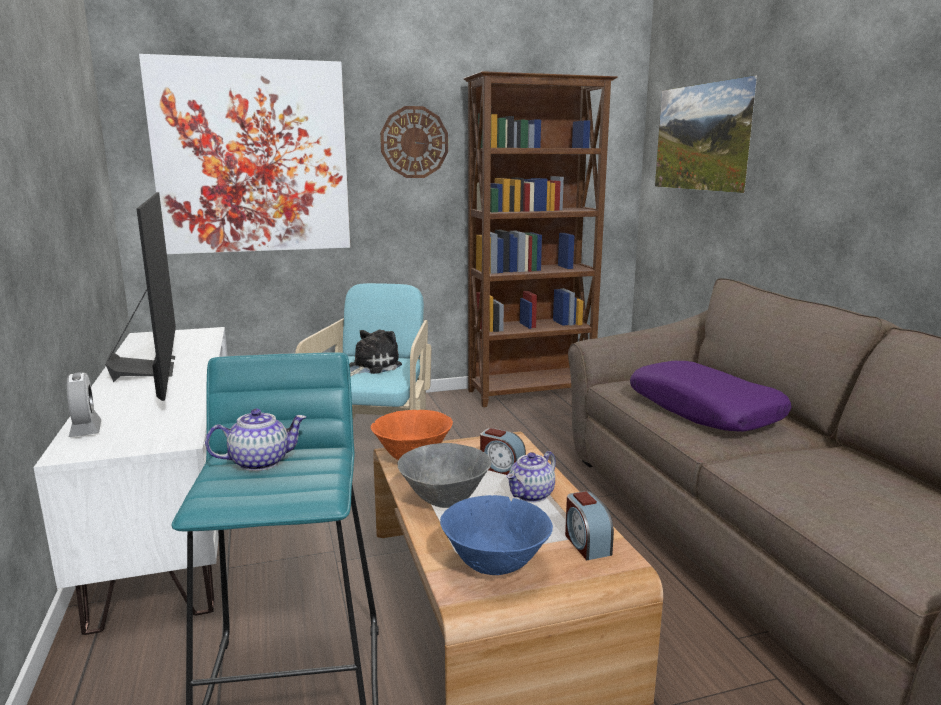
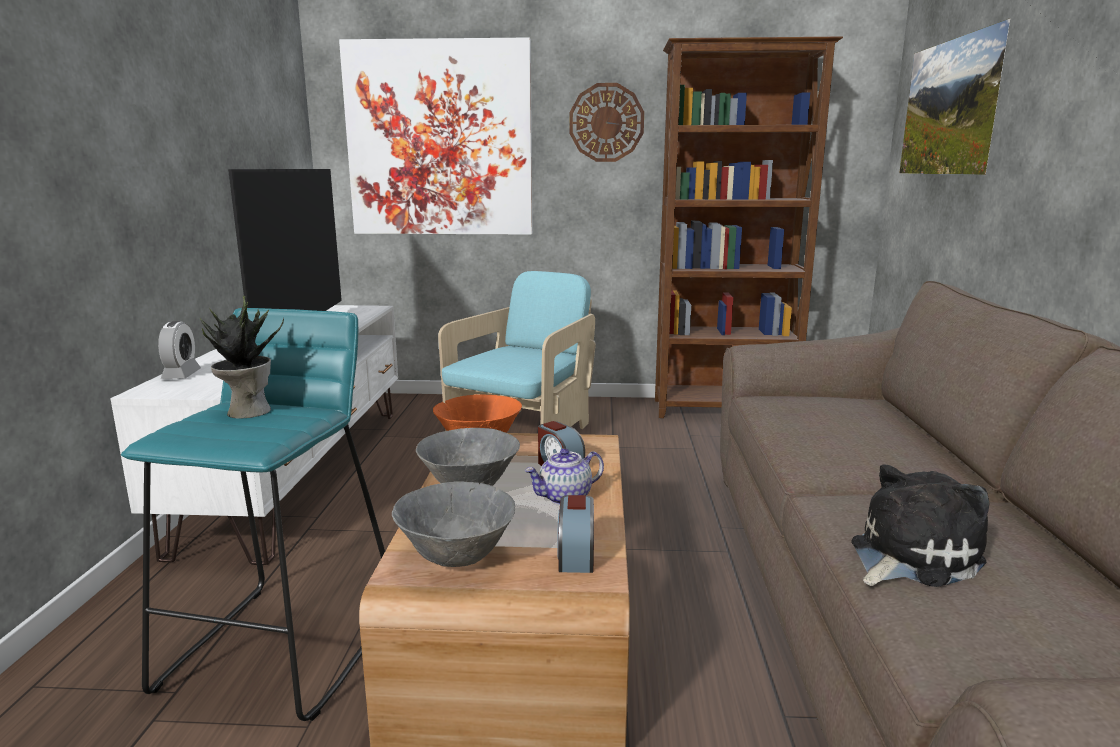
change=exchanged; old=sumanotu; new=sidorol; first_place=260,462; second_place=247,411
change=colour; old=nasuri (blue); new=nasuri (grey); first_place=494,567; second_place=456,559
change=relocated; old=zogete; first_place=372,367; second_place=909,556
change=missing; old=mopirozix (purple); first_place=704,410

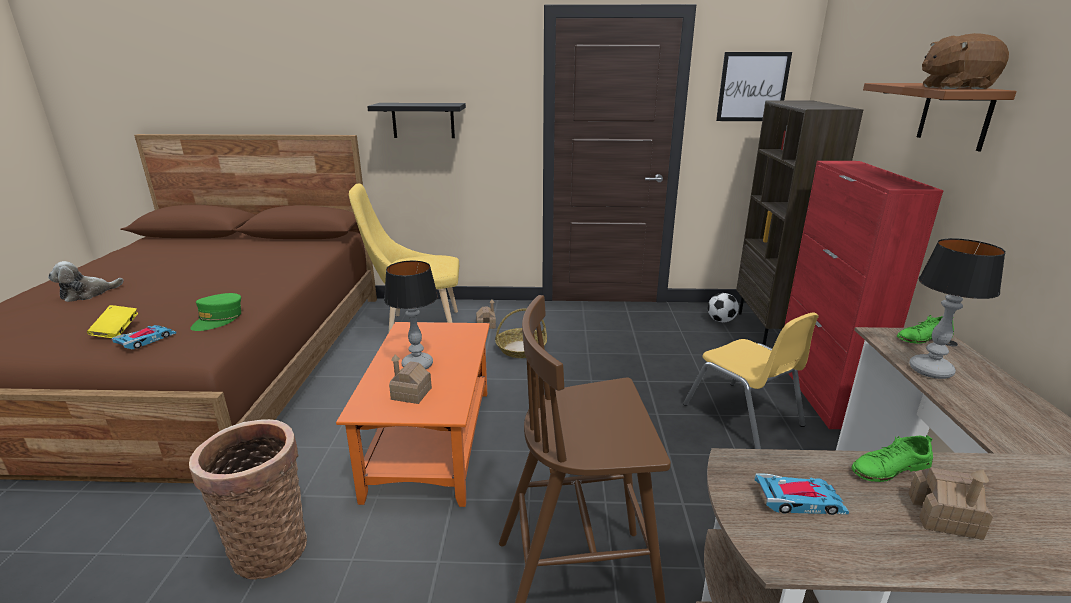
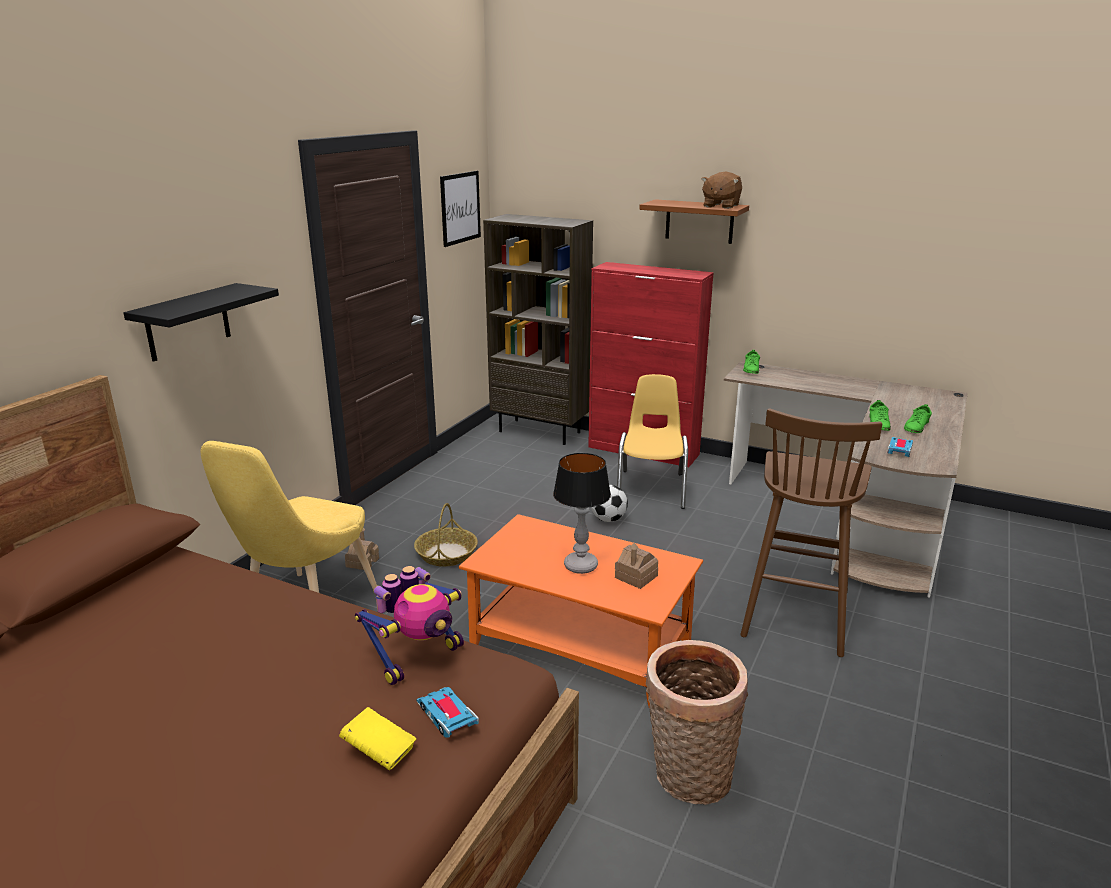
change=exchanged; old=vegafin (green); new=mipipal; first_place=218,319; second_place=418,658
change=relocated; old=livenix; first_place=721,321; second_place=608,519
change=spun; old=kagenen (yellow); first_place=743,415; second_place=651,489; degrees=-75
change=exchanged; old=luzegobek; new=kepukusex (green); first_place=944,516; second_place=916,427
change=missing; old=zogete; first_place=87,294
change=missing; old=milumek; first_place=930,370

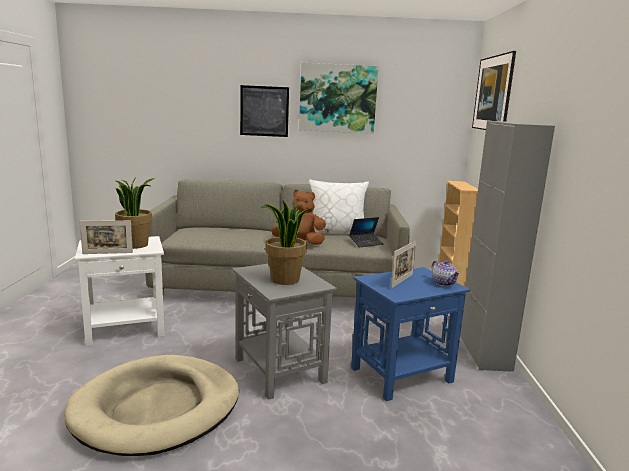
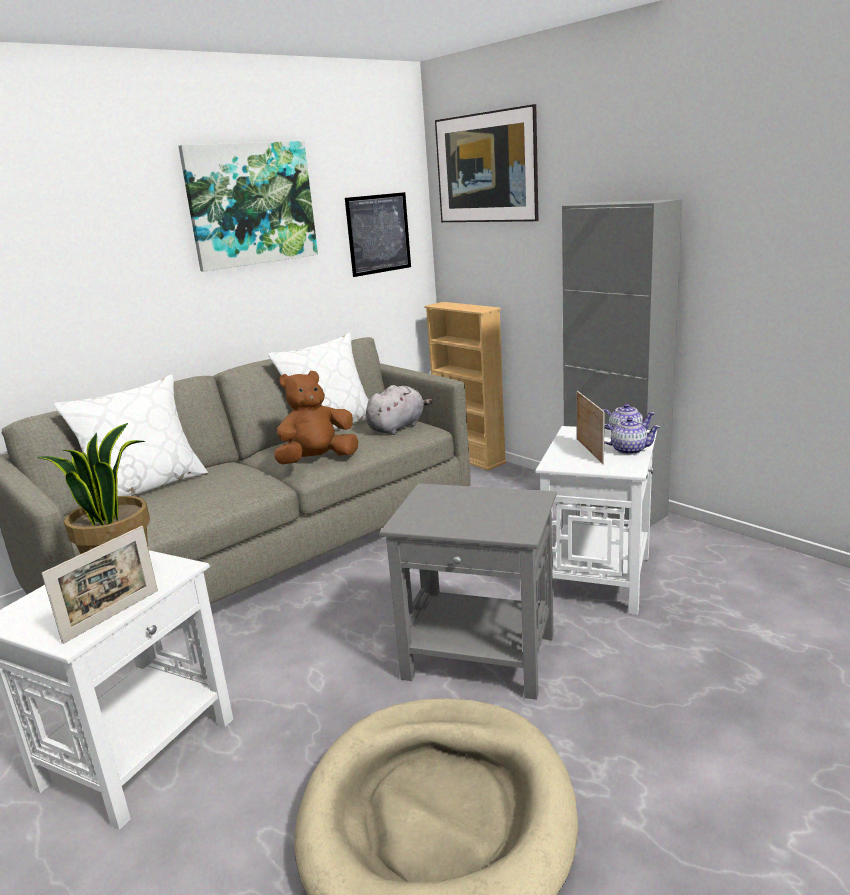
change=appeared; new=mopirozix (white); second_place=146,488
change=relocated; old=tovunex; first_place=264,111; second_place=378,234
change=exchanged; old=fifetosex; new=zogete (grey); first_place=366,243; second_place=398,427
change=colour; old=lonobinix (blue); new=lonobinix (white); first_place=402,374; second_place=598,577
change=appeared; new=sumanotu; second_place=628,450
change=missing; old=sidorol; first_place=285,280

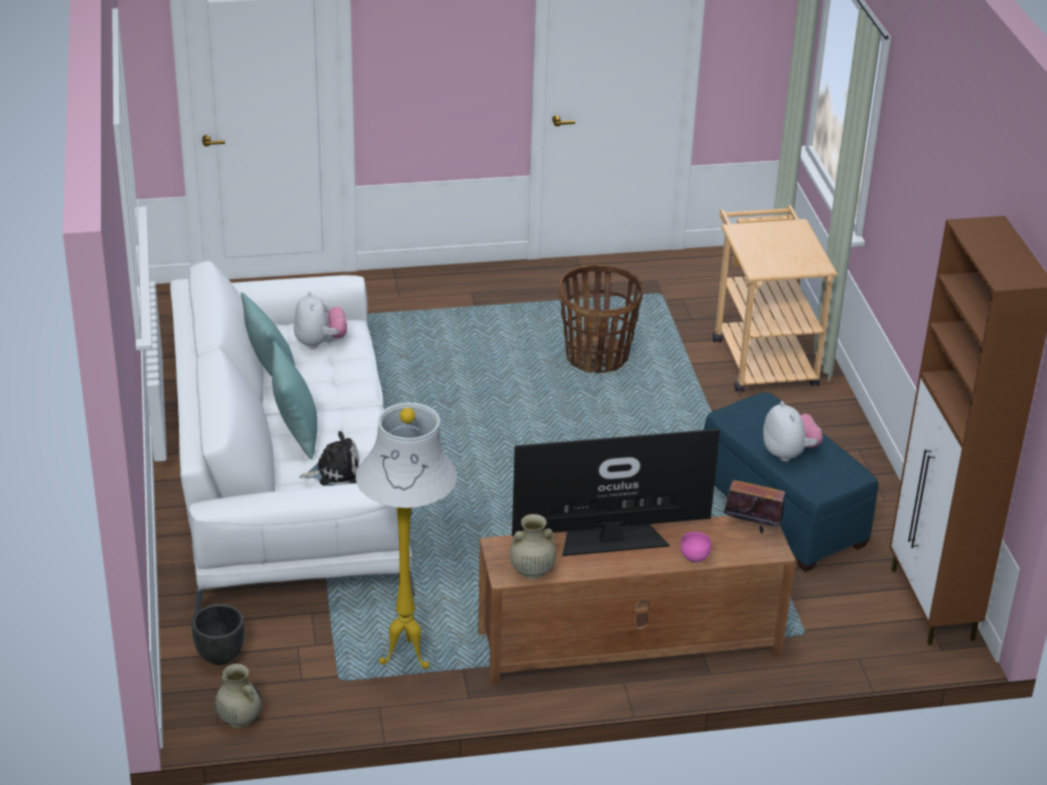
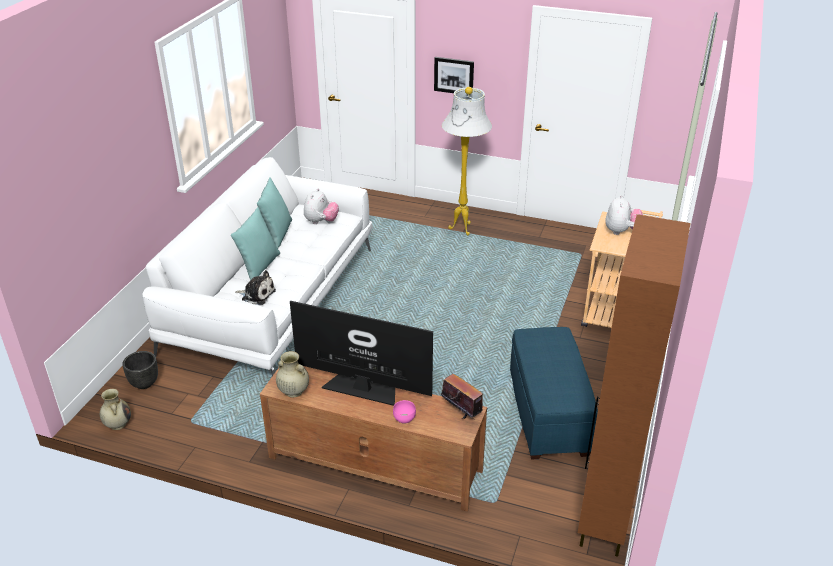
change=appeared; new=tovunex; second_place=454,75
change=relocated; old=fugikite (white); first_place=408,657; second_place=463,229
change=relocated; old=zogete; first_place=789,453; second_place=621,231
change=missing; old=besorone; first_place=597,357

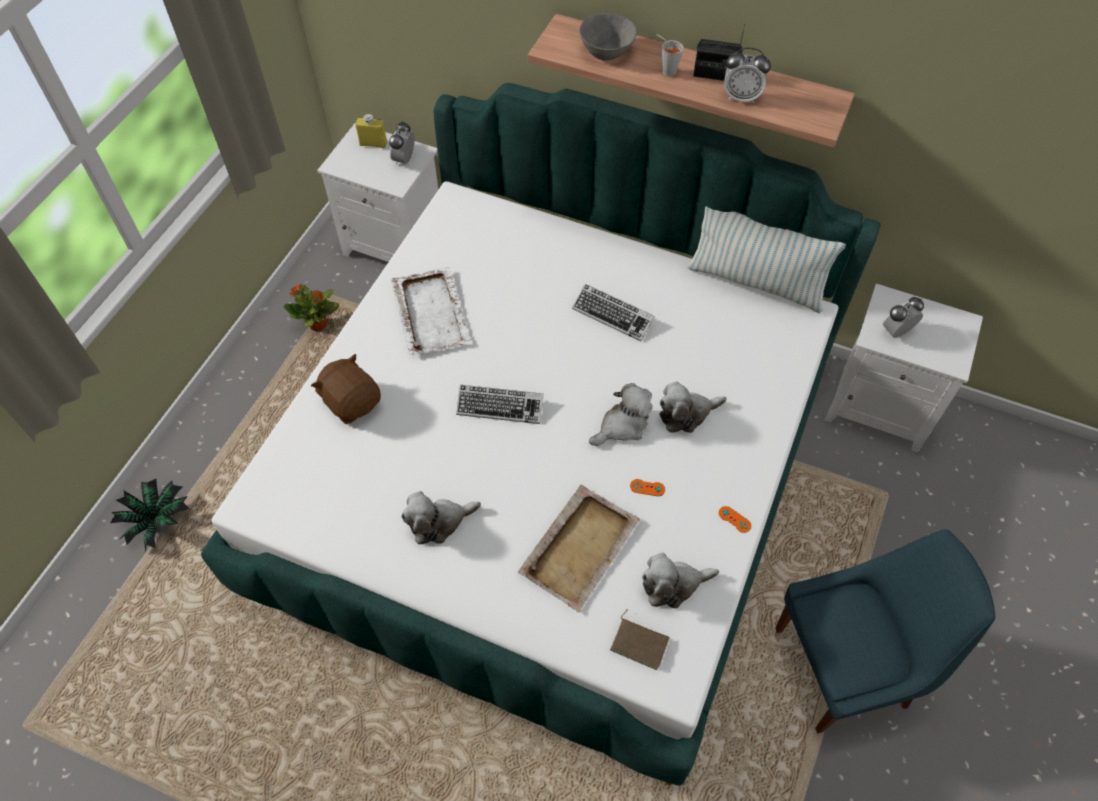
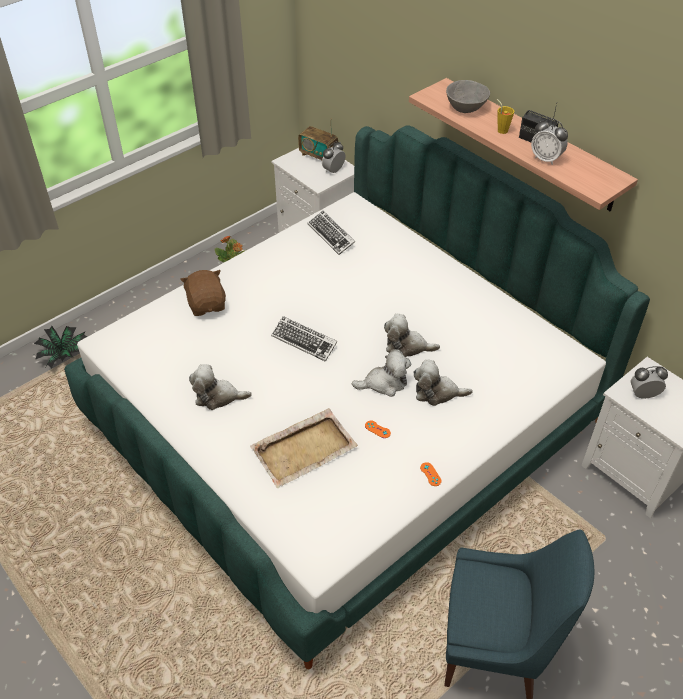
change=exchanged; old=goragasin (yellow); new=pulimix; first_place=373,144; second_place=318,155
change=relocated; old=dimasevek; first_place=612,315; second_place=331,235
change=relocated; old=zogete; first_place=673,585; second_place=407,346
change=colour; old=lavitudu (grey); new=lavitudu (yellow); first_place=666,71; second_place=501,129
change=missing; old=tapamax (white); first_place=430,312
change=missing; old=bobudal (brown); first_place=640,643
change=missing; old=mopirozix; first_place=756,282

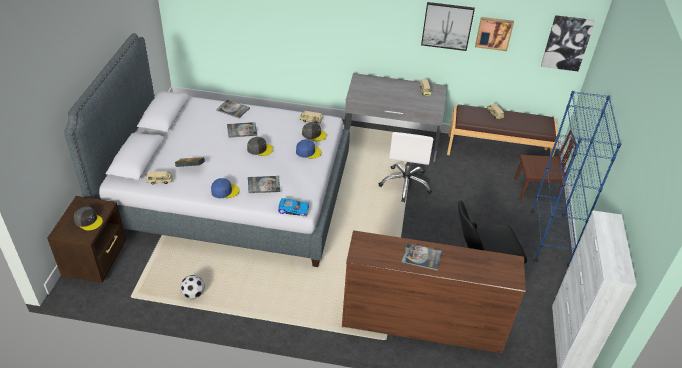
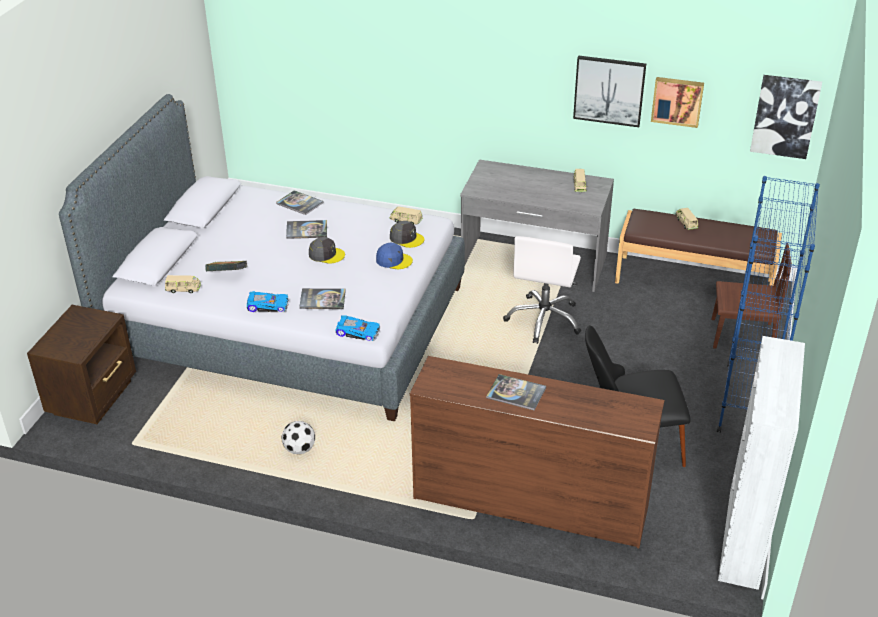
change=exchanged; old=vegafin (blue); new=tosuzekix; first_place=224,191; second_place=268,305
change=relocated; old=livenix; first_place=193,294; second_place=299,449
change=missing; old=vegafin (grey); first_place=88,220

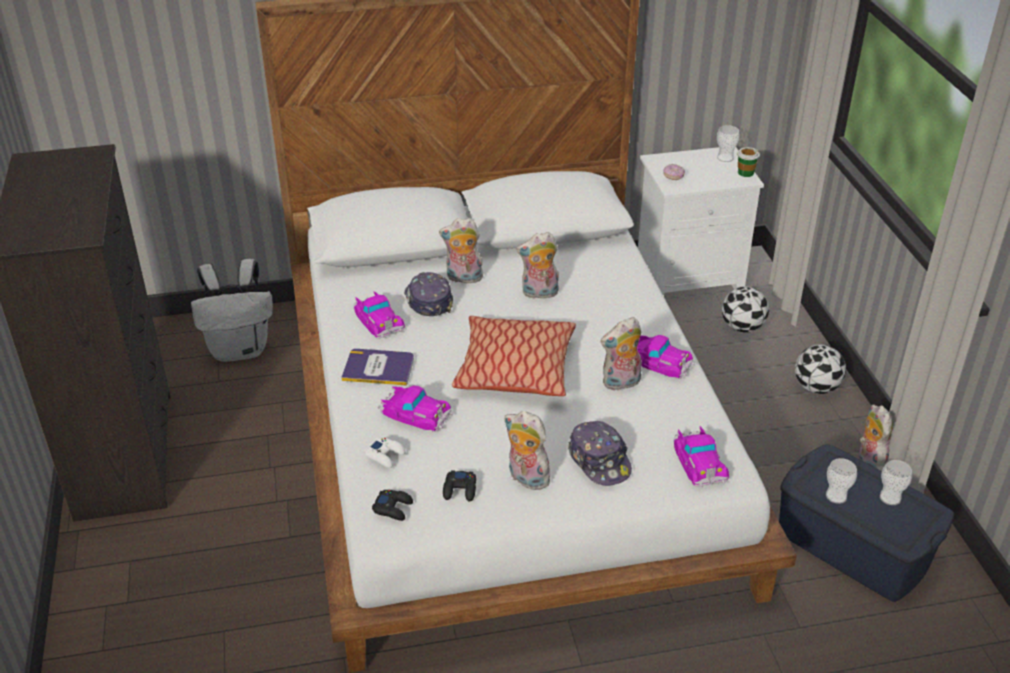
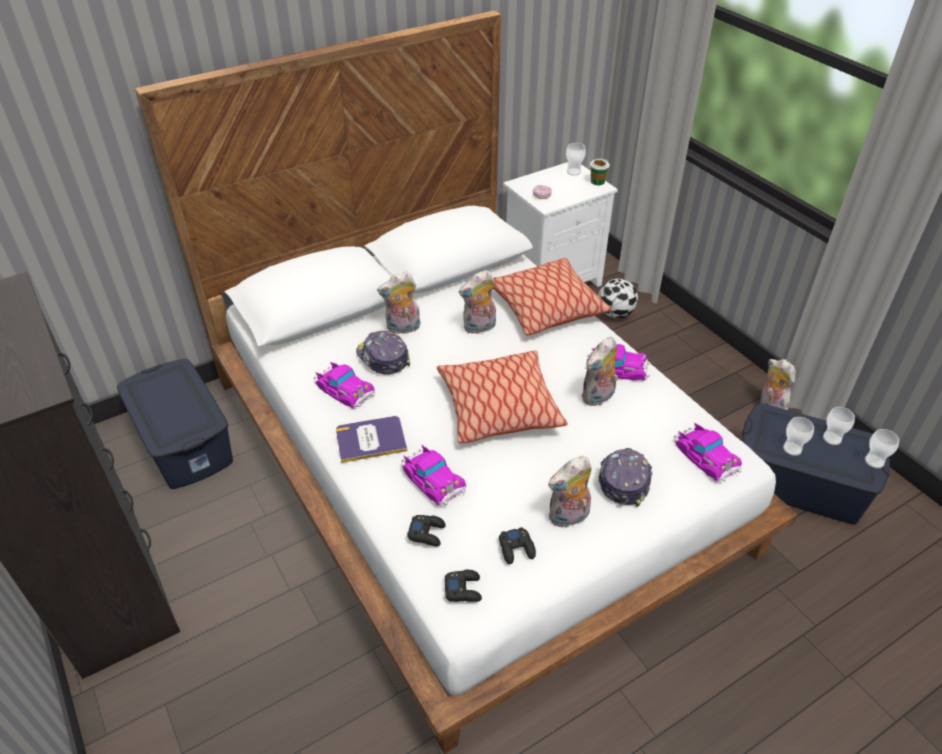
change=exchanged; old=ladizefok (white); new=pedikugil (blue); first_place=240,350; second_place=185,441
change=spun; old=tosuzekix; first_place=415,413; second_place=432,478; degrees=45
change=colour; old=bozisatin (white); new=bozisatin (black); first_place=385,455; second_place=427,533
change=appeared; new=mopirozix; second_place=546,307
change=spun; old=zogete; first_place=525,478; second_place=568,517; degrees=-45
change=spun; old=vegafin; first_place=599,461; second_place=624,480; degrees=-120
change=appeared; new=lavitudu; second_place=874,461
change=missing; old=livenix; first_place=815,388

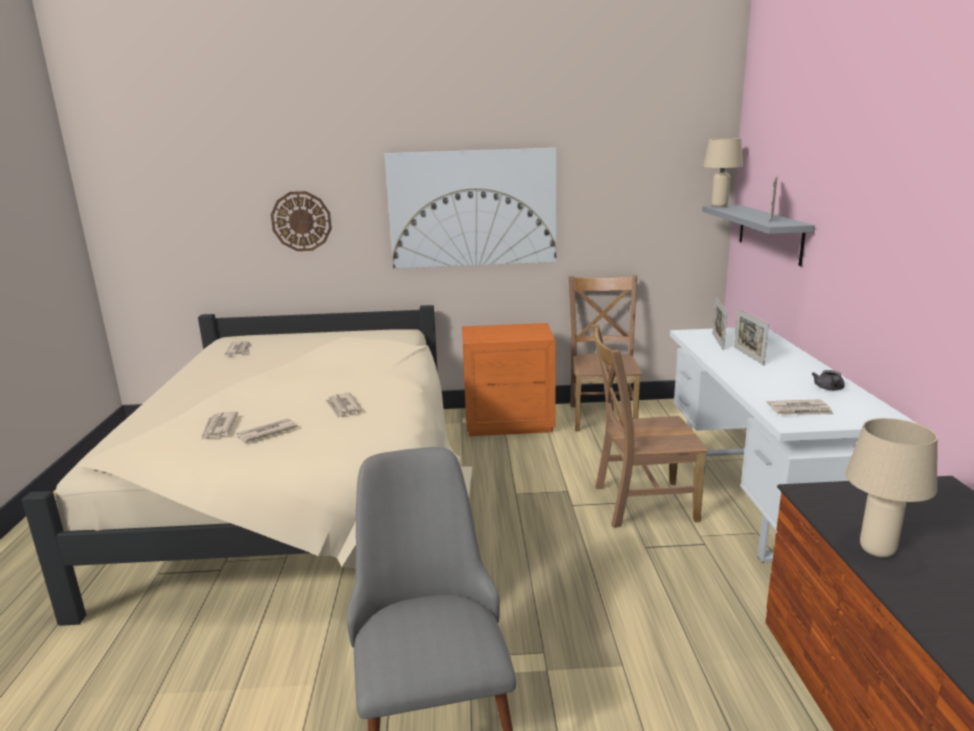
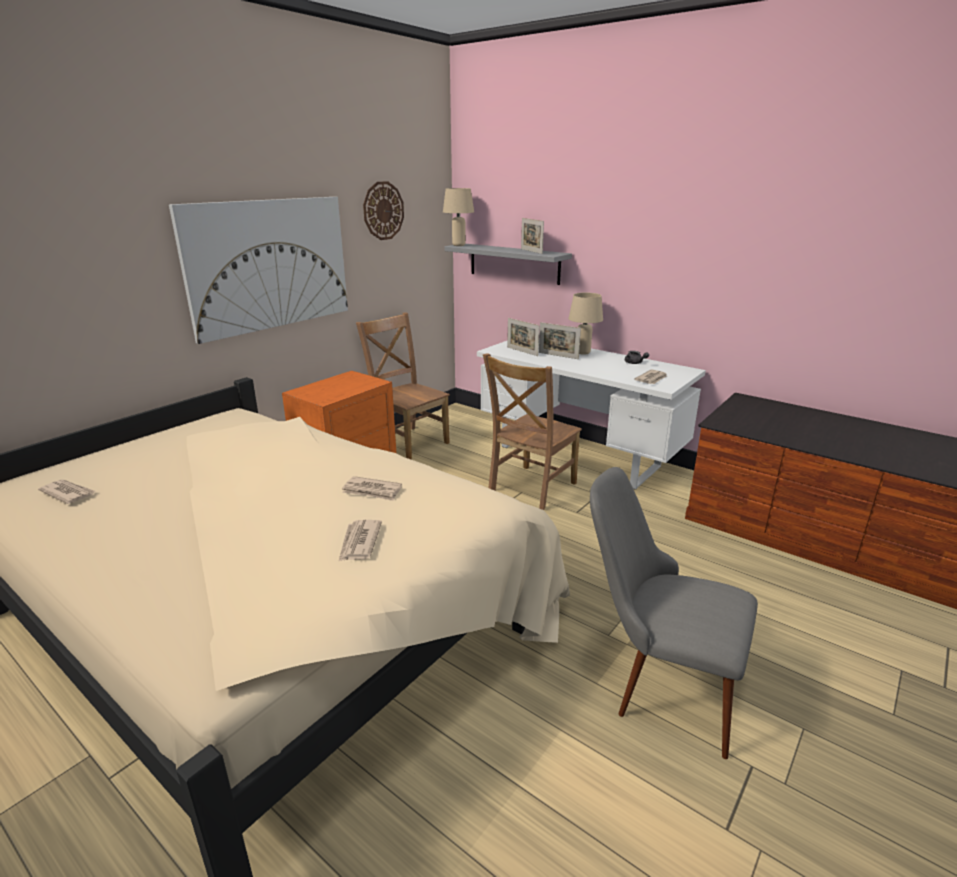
change=relocated; old=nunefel; first_place=301,221; second_place=383,211
change=relocated; old=milumek (beige); first_place=877,549; second_place=582,352
change=missing; old=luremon; first_place=218,428

